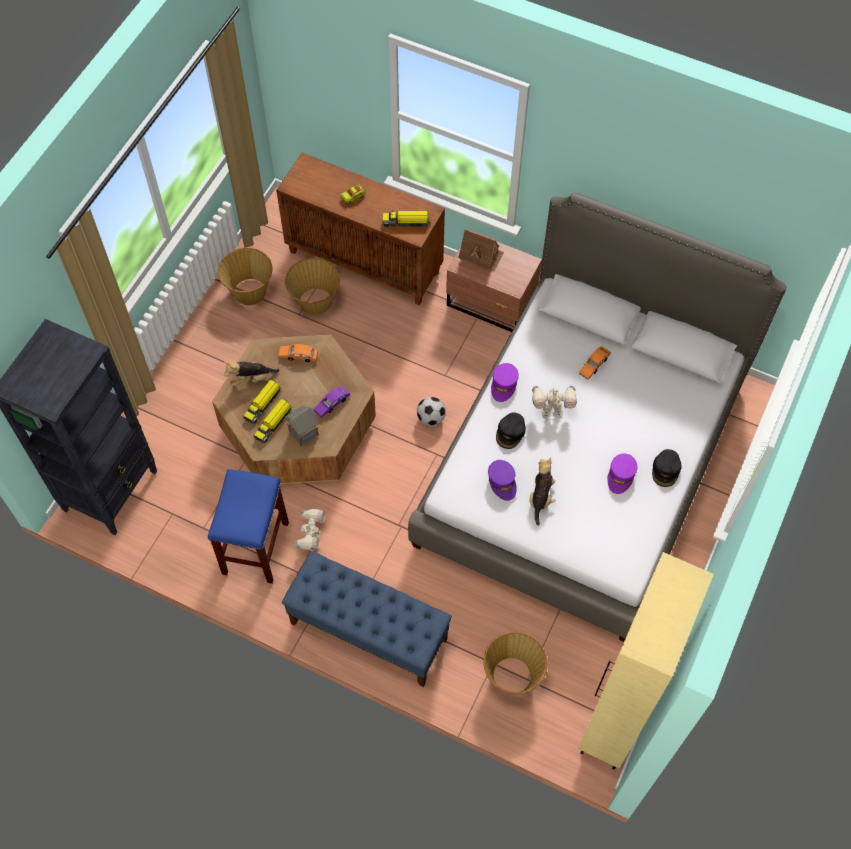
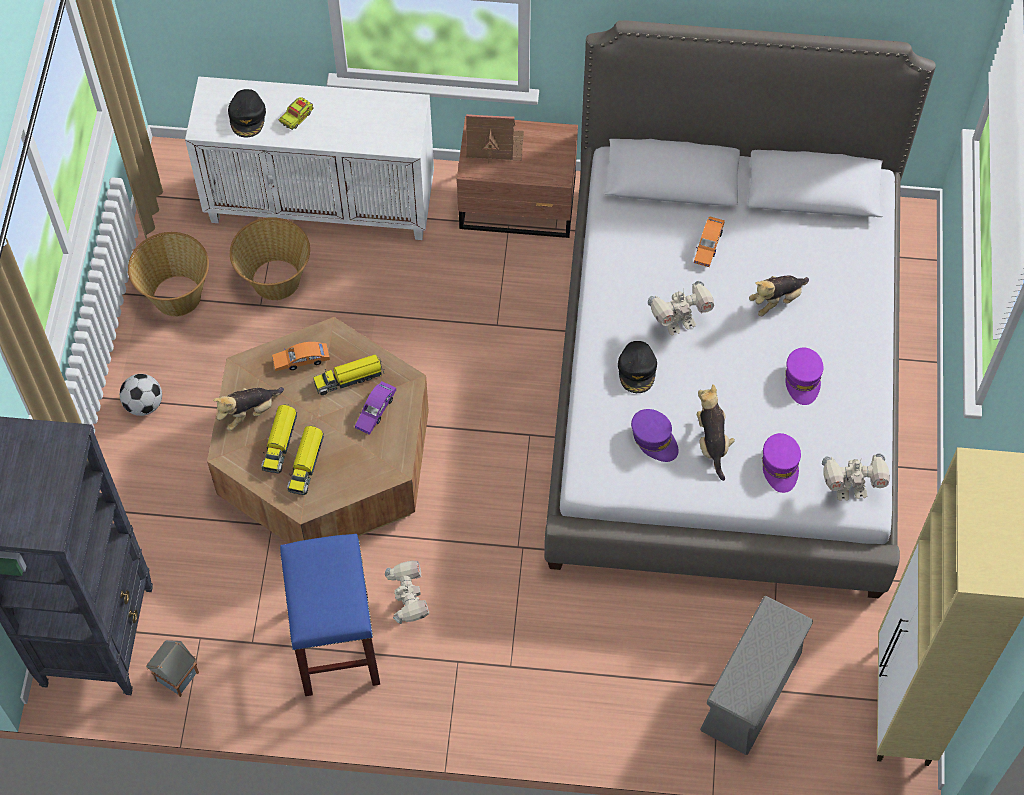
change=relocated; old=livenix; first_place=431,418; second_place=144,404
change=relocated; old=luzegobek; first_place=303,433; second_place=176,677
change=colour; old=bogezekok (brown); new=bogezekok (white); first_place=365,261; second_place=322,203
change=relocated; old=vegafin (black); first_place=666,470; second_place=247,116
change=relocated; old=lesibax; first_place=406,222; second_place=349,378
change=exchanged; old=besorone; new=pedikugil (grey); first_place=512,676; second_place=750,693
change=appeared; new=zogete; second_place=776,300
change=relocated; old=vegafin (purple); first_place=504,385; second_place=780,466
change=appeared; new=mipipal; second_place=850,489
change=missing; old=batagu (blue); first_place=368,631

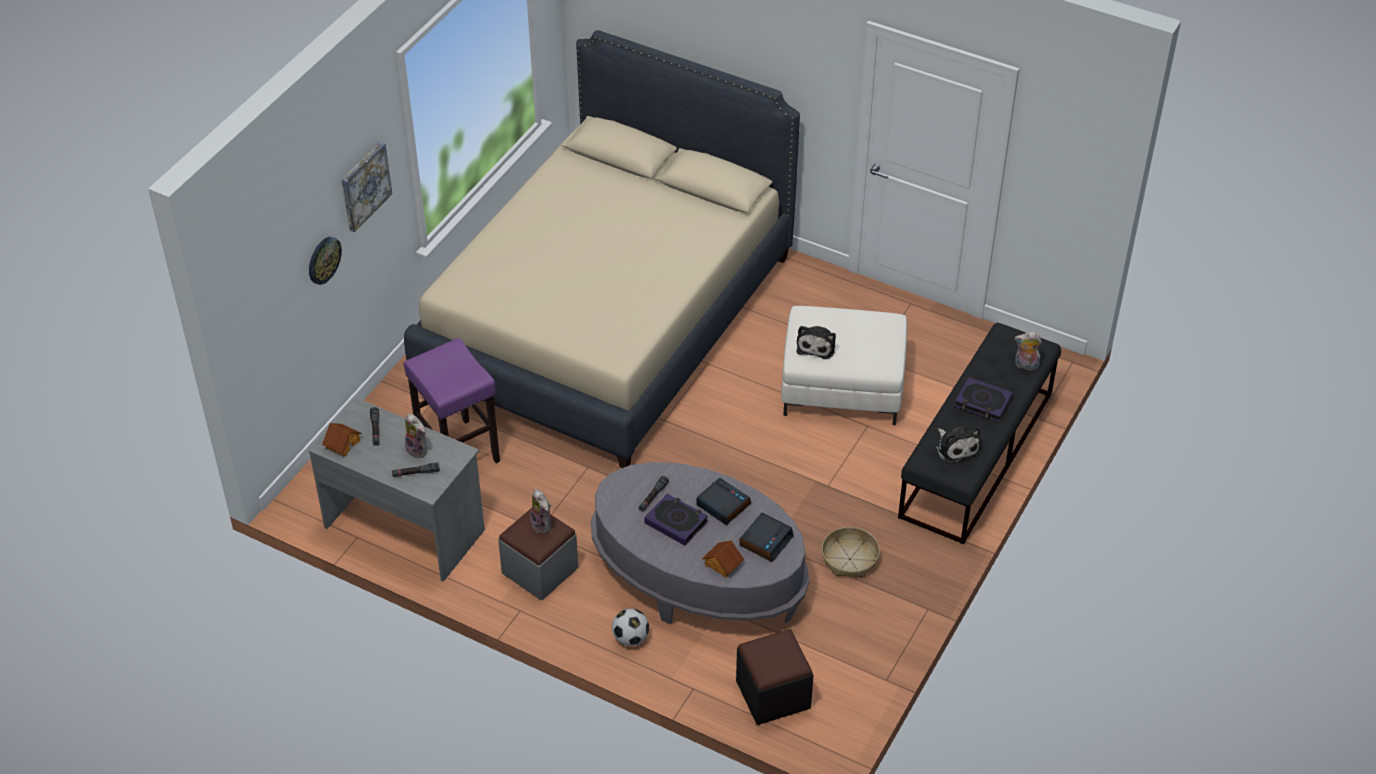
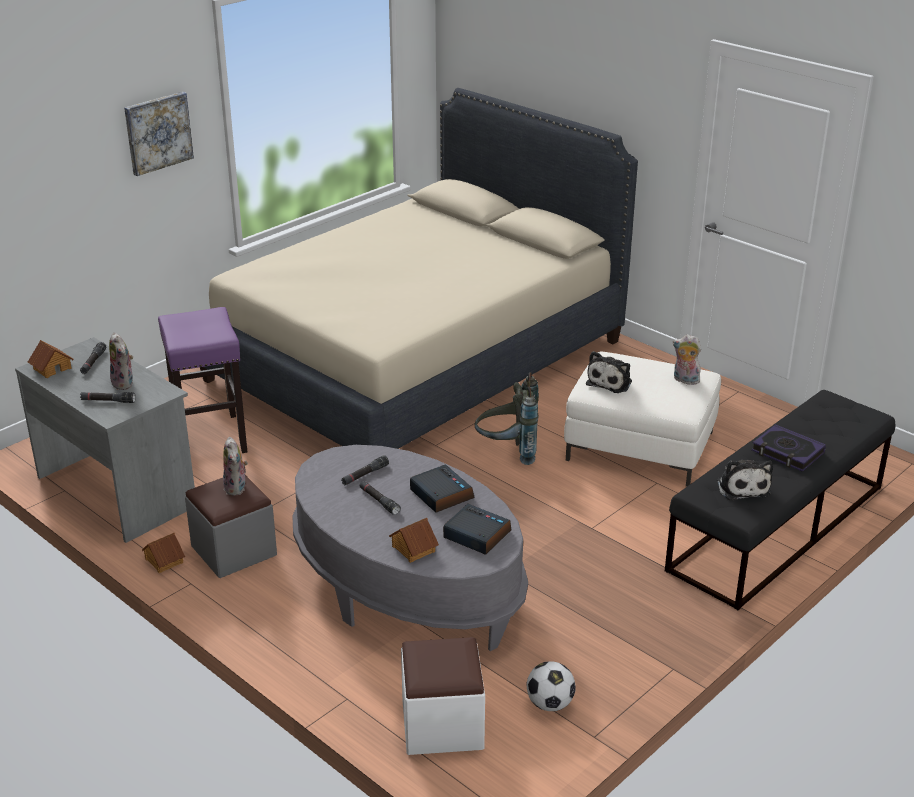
change=appeared; new=luzegobek; second_place=163,561
change=exchanged; old=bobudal; new=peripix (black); first_place=676,522; second_place=379,501
change=colour; old=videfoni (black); new=videfoni (white); first_place=773,694; second_place=442,725
change=spun; old=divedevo; first_place=766,540; second_place=476,535; degrees=-105
change=appeared; new=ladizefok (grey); second_place=508,452
change=relocated; old=livenix; first_place=630,638; second_place=550,704
change=relocated; old=zogete; first_place=1025,365; second_place=685,380
change=missing; old=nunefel; first_place=323,260
change=missing; old=besorone; first_place=849,559

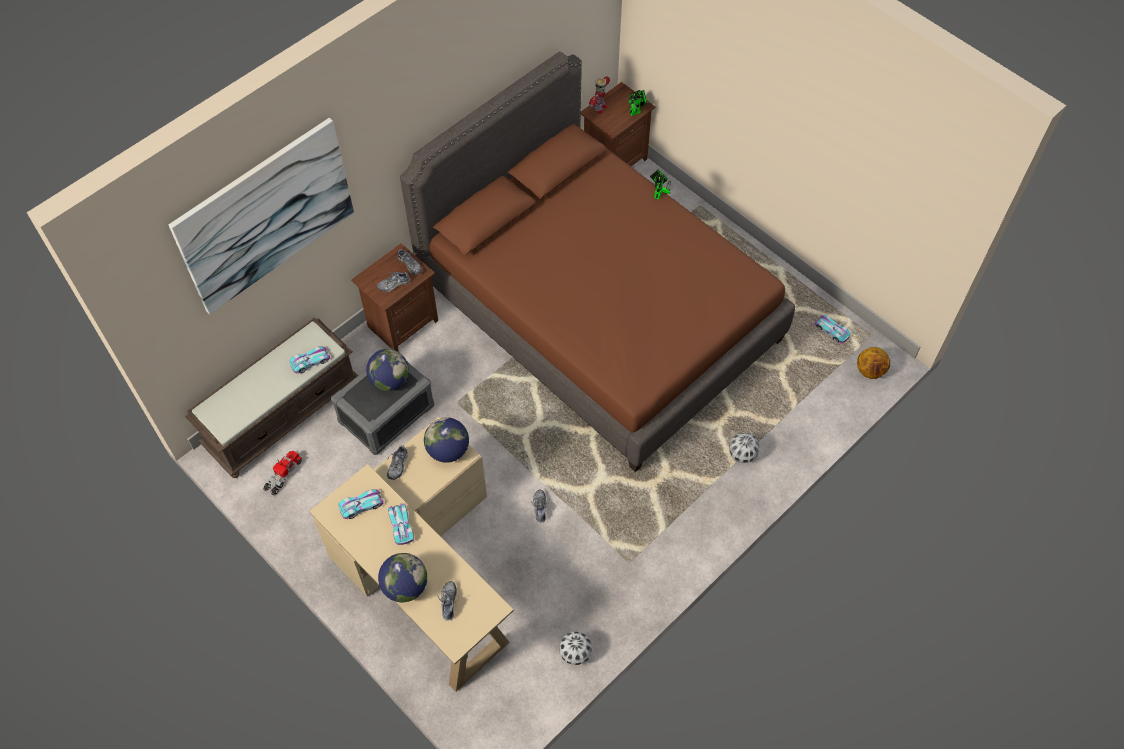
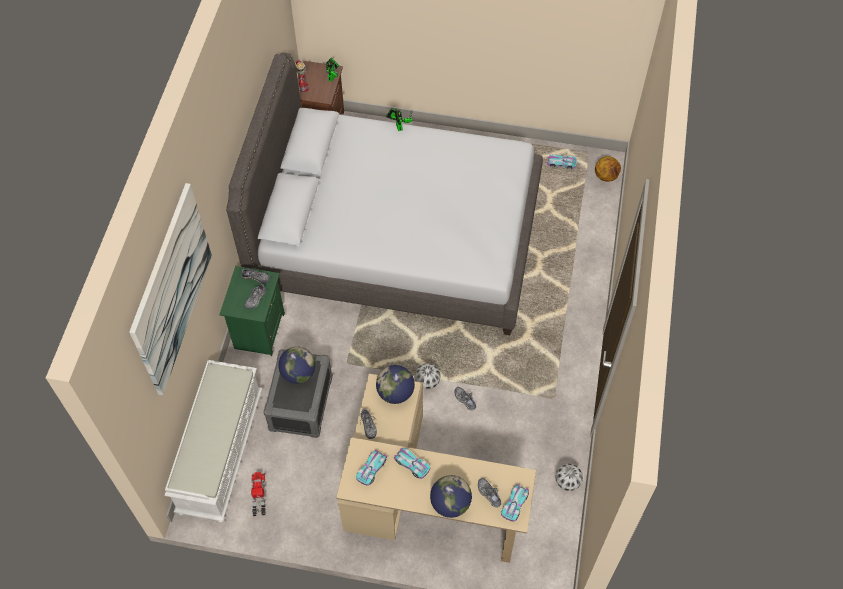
change=colour; old=batagu (brown); new=batagu (white); first_place=282,413; second_place=220,451
change=colour; old=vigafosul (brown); new=vigafosul (green); first_place=401,323; second_place=258,331
change=colour; old=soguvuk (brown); new=soguvuk (grey); first_place=599,312; second_place=397,239
change=relocated; old=livenix; first_place=742,455; second_place=427,382
change=relocated; old=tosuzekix; first_place=310,361; second_place=515,504

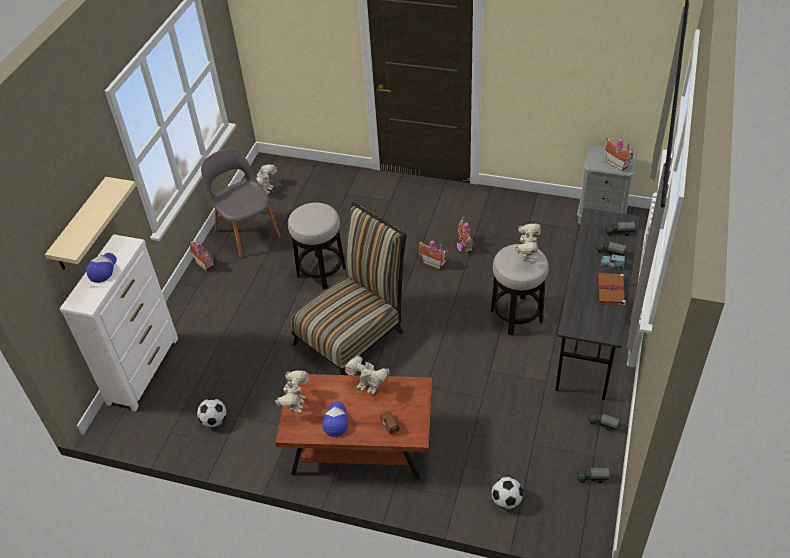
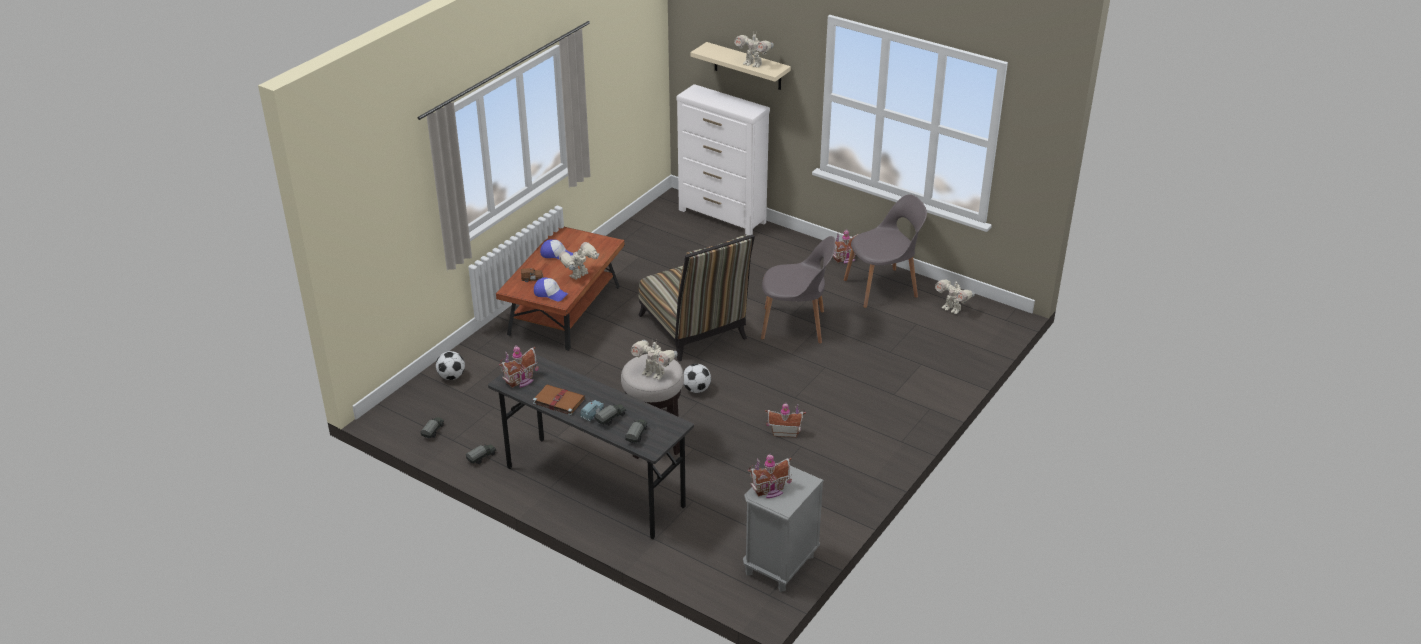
change=relocated; old=luzegobek; first_place=434,262; second_place=521,381
change=relocated; old=vegafin; first_place=103,269; second_place=550,293
change=relocated; old=livenix; first_place=214,421; second_place=696,389
change=relocated; old=mipipal; first_place=296,404; second_place=753,64
change=exchanged; old=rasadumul; new=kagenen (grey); first_place=321,272; second_place=795,325

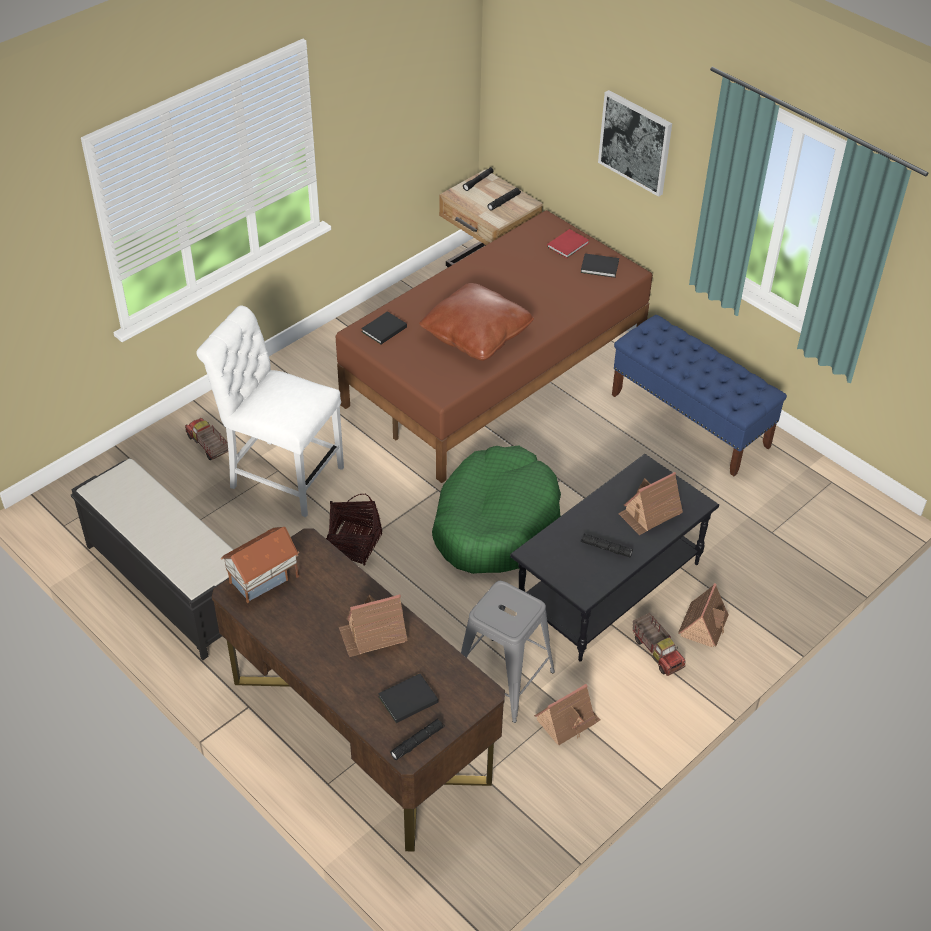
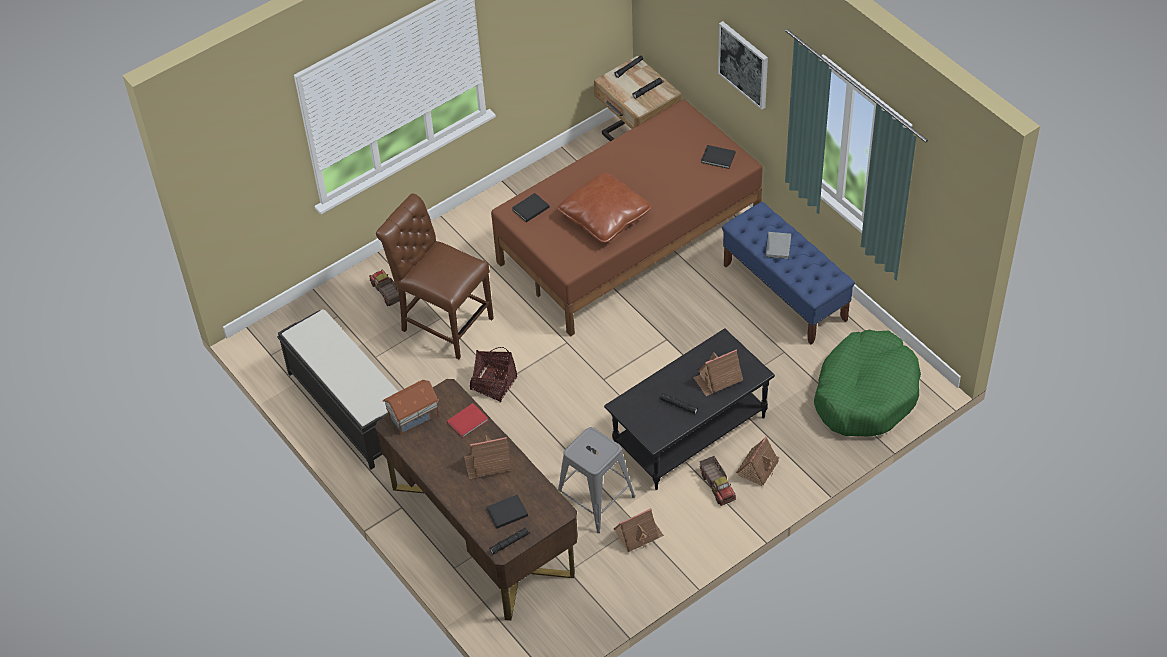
change=colour; old=kagenen (white); new=kagenen (brown); first_place=281,474; second_place=443,322
change=relocated; old=bobudal (red); first_place=569,245; second_place=469,421
change=appeared; new=bobudal (grey); second_place=779,245
change=relocated; old=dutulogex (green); first_place=495,523; second_place=865,393

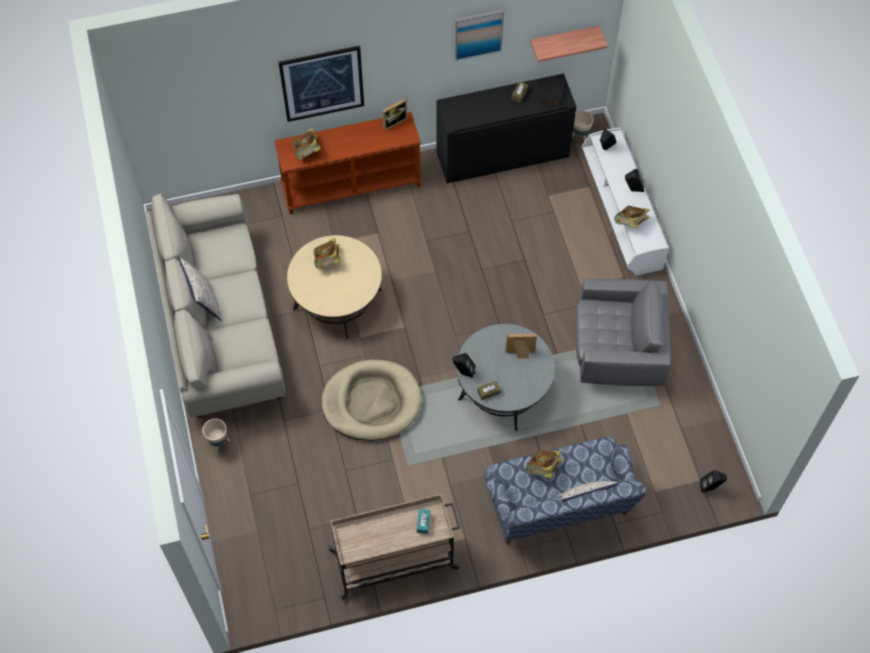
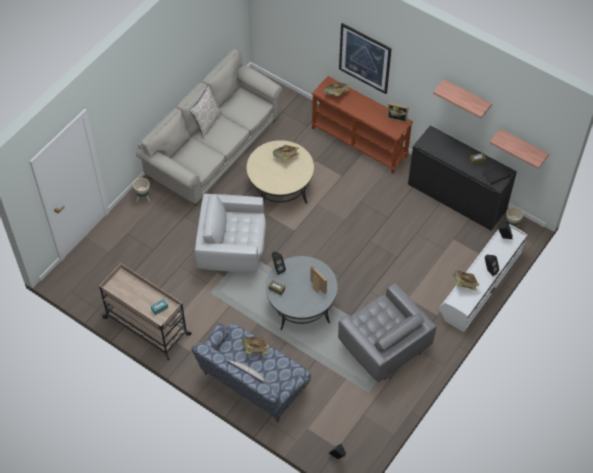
change=exchanged; old=dutulogex (beige); new=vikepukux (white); first_place=371,402; second_place=232,248
change=exchanged; old=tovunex; new=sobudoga; first_place=478,33; second_place=466,97

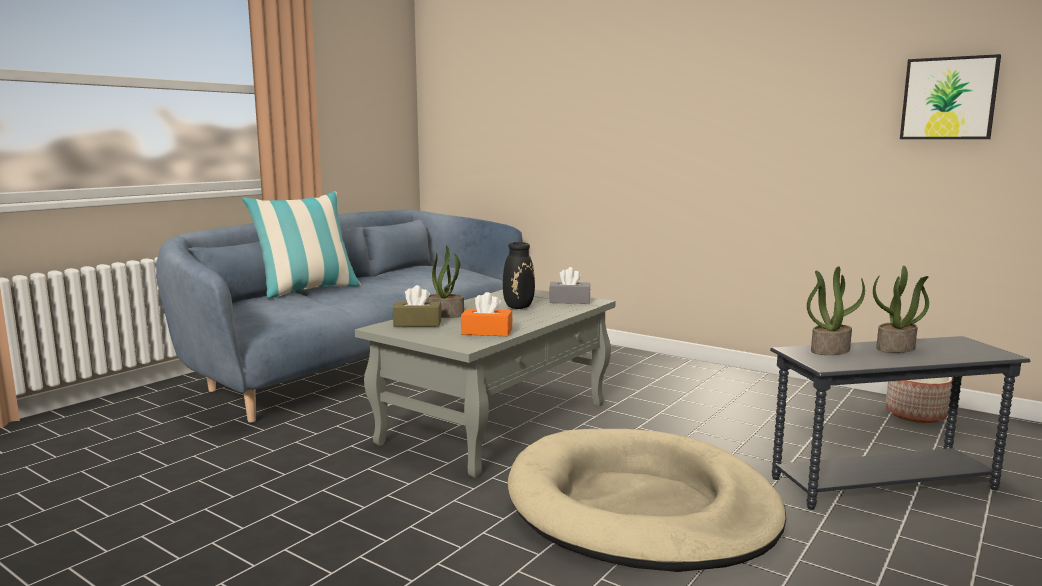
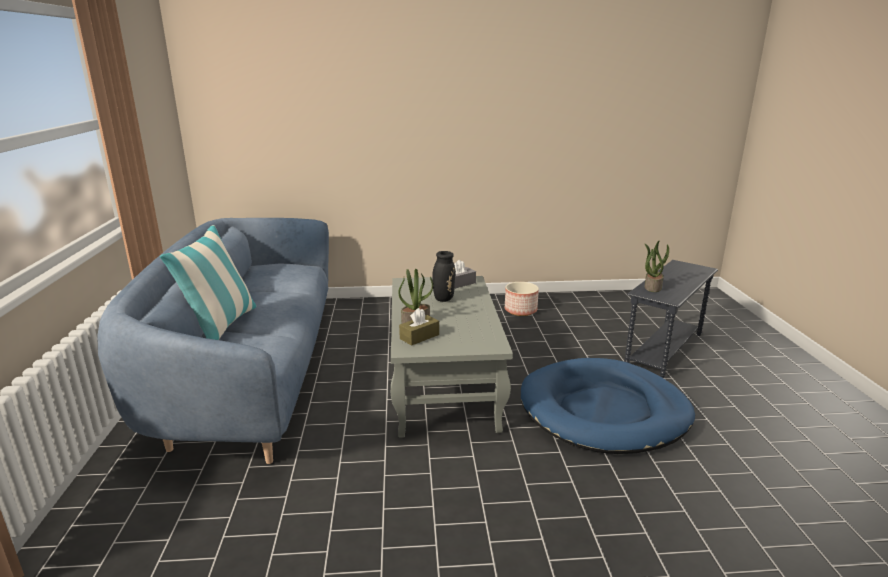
change=relocated; old=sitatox; first_place=915,414; second_place=520,310
change=colour; old=dutulogex (beige); new=dutulogex (blue); first_place=640,507; second_place=604,410
change=missing; old=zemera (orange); first_place=487,332
change=missing; old=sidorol; first_place=896,348
change=missing; old=tovunex; first_place=949,98

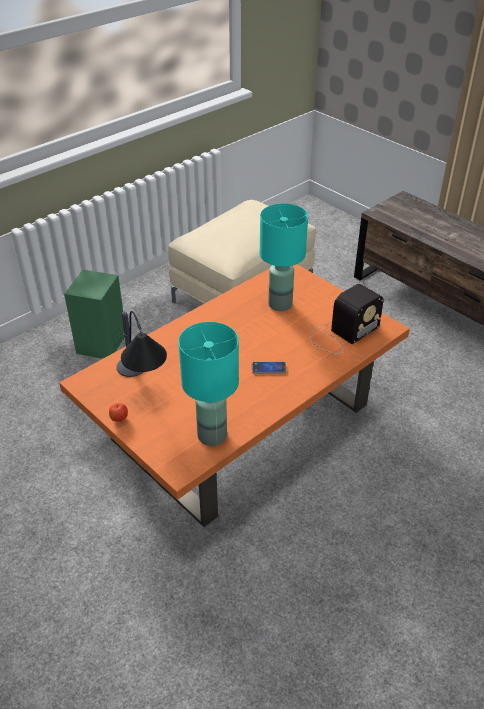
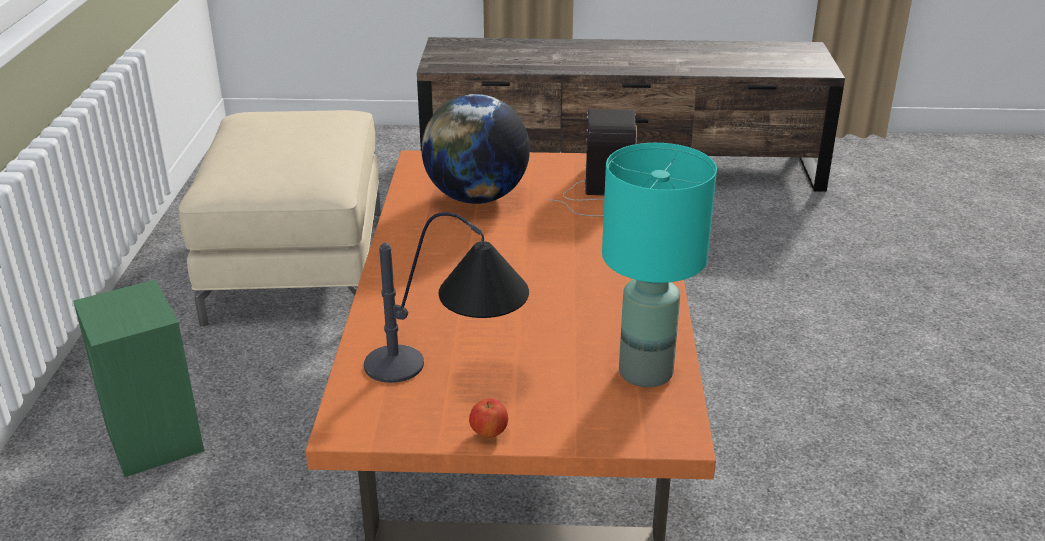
change=exchanged; old=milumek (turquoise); new=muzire; first_place=279,304; second_place=476,198
change=missing; old=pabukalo; first_place=268,368

